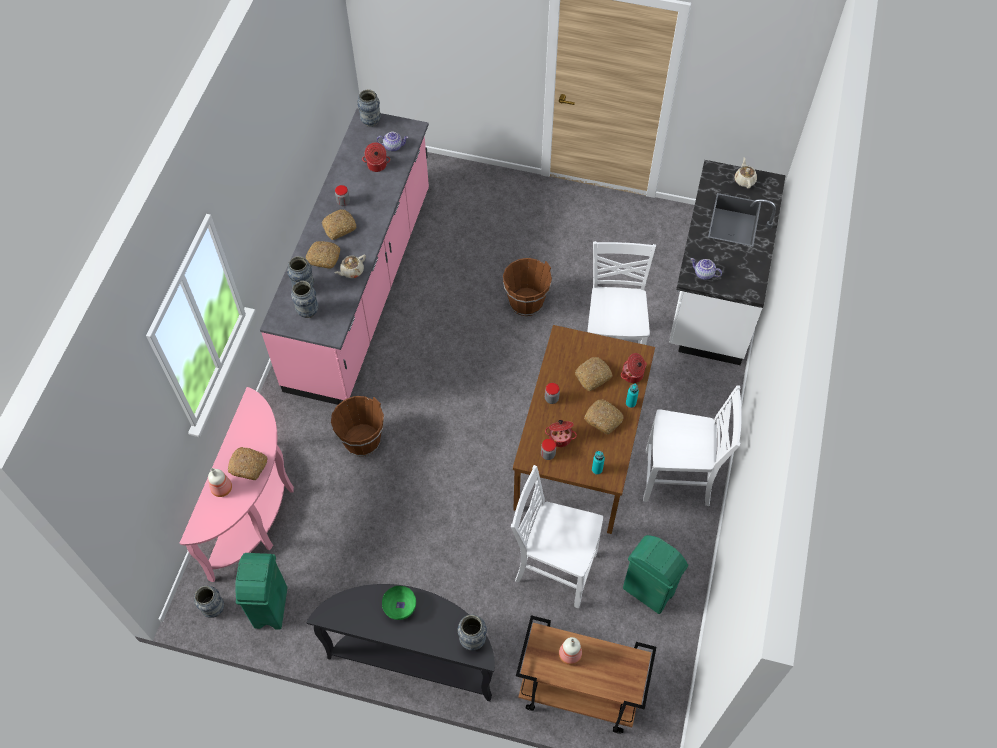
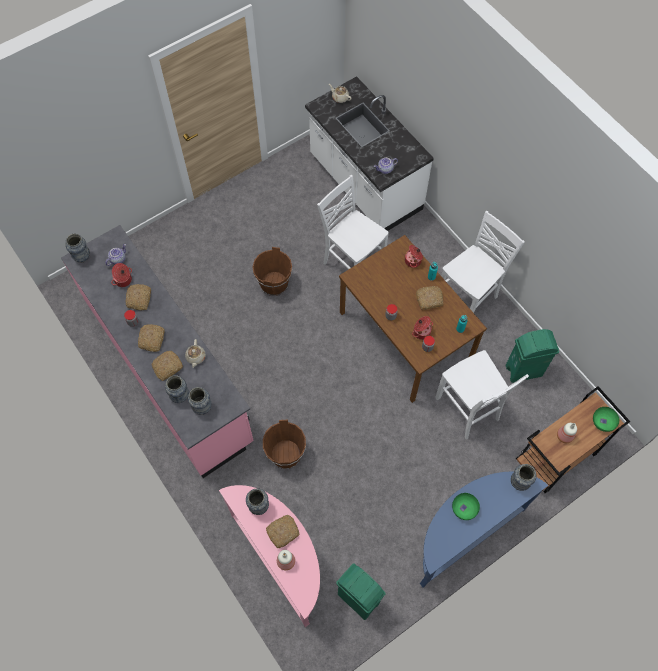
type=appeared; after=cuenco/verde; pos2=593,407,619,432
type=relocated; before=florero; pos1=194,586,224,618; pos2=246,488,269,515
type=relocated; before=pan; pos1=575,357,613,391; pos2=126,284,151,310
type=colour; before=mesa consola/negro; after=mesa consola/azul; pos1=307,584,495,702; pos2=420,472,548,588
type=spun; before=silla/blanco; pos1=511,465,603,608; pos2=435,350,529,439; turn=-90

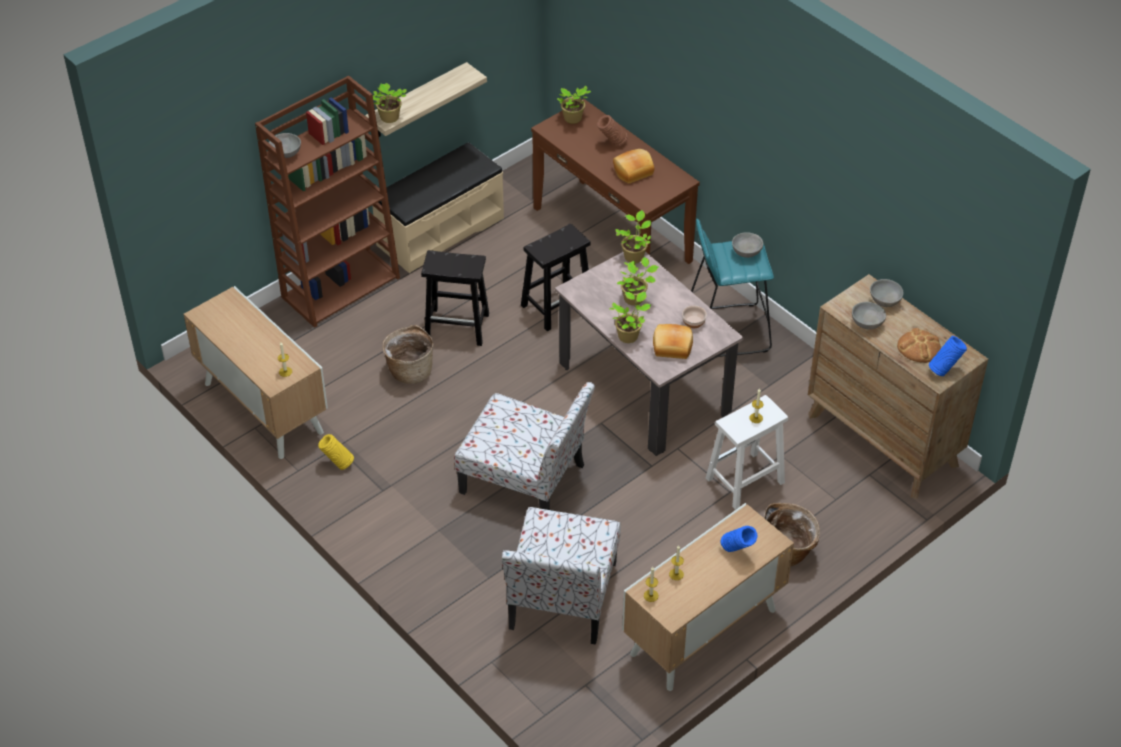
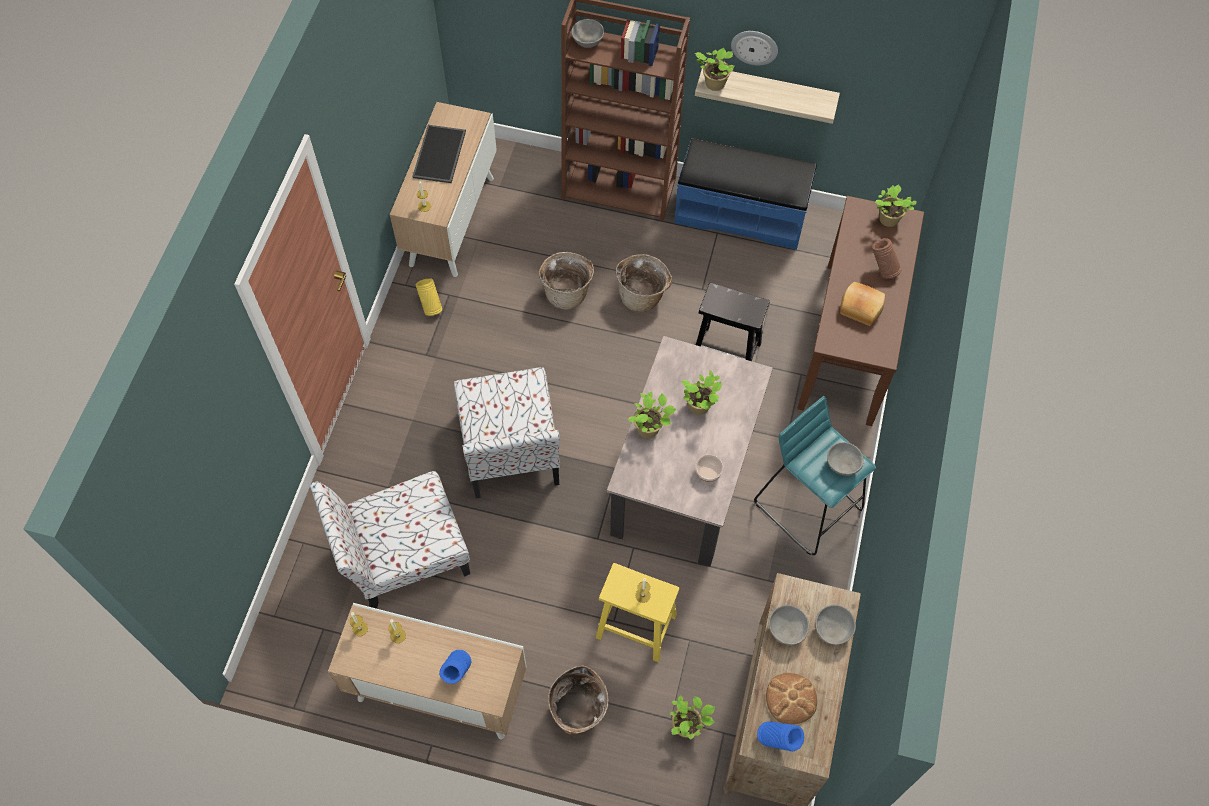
type=missing; before=pan; pos1=653,324,693,359
type=appeared; after=bandeja; pos2=412,125,466,183
type=appeared; after=reloj de pared; pos2=731,31,778,65
type=relocated; before=planta en maceta; pos1=615,210,651,263; pos2=670,695,715,740
type=exchanged; before=taburete/negro; after=cesta; pos1=421,250,489,346; pos2=615,254,672,312
type=colour; before=banco/beis; after=banco/azul; pos1=372,142,504,273; pos2=674,138,817,250
type=colour; before=taburete/blanco; after=taburete/amarillo; pos1=706,395,788,510; pos2=596,563,680,662

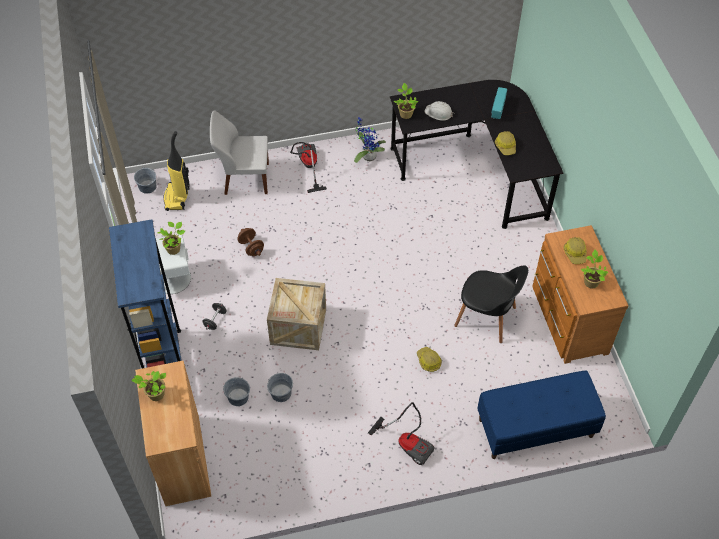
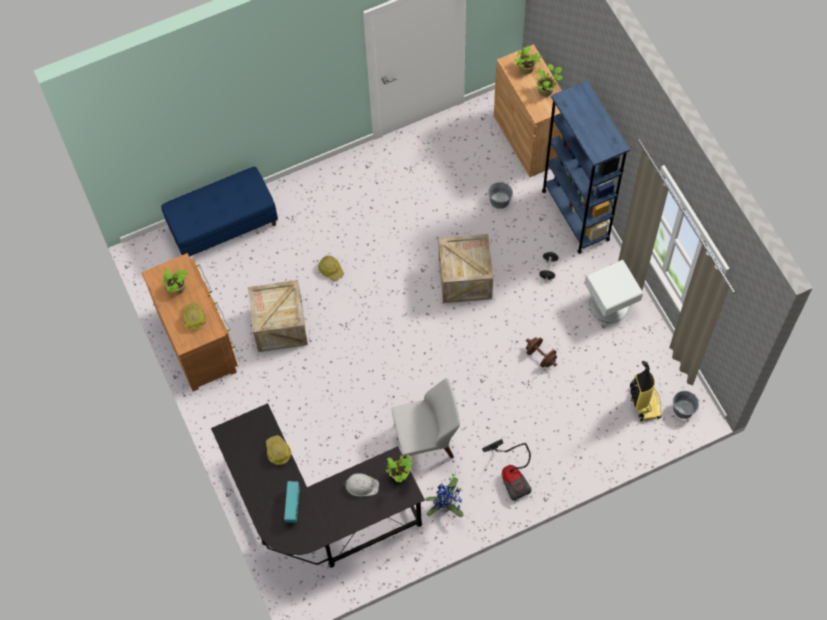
type=missing; before=cubo/gris; pos1=267,373,293,402
type=missing; before=aspiradora; pos1=368,402,434,465
type=relocated; before=planta en maceta; pos1=158,222,185,255; pos2=514,46,541,74
type=relocated; before=silla/blanco; pos1=210,110,269,195; pos2=392,378,460,459
type=exchanged; before=silla/negro; after=caja de embalaje; pos1=454,266,528,343; pos2=248,280,308,352

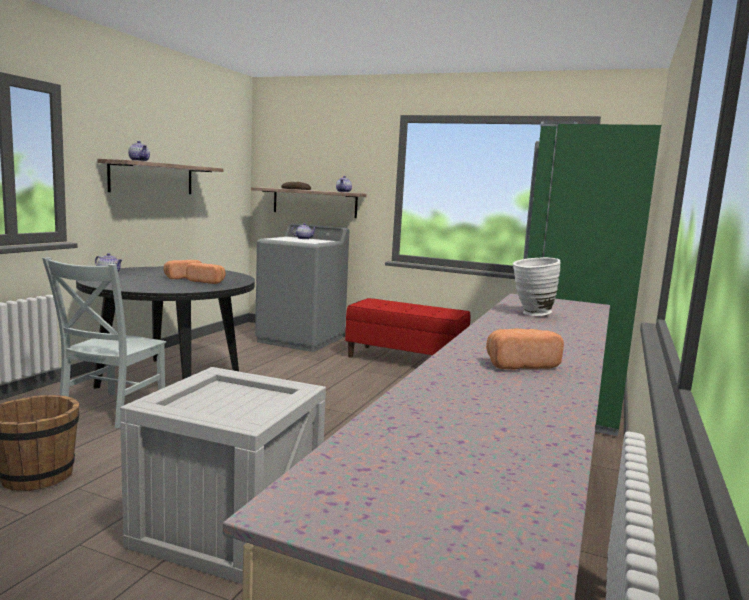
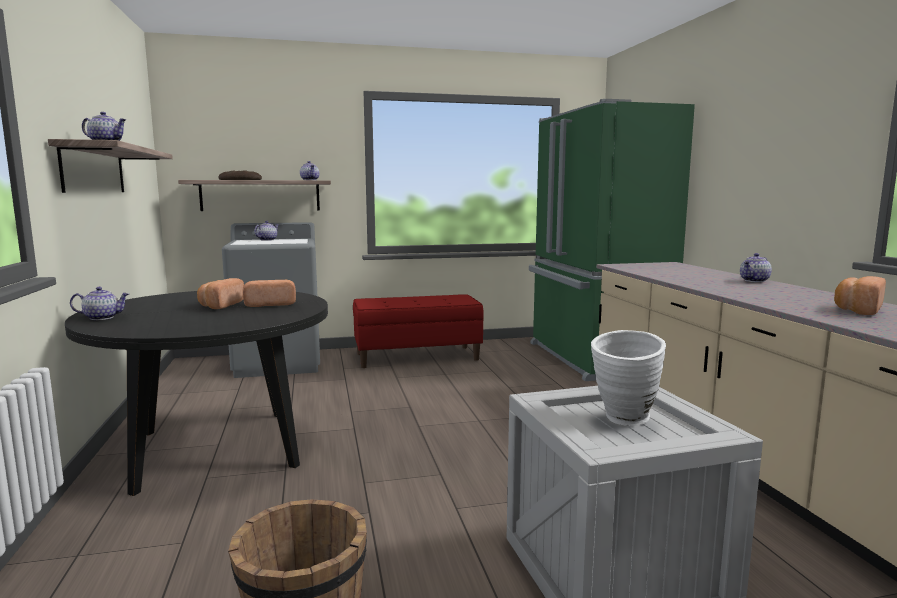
type=missing; before=silla/gris; pos1=42,257,166,428
type=appeared; after=tetera; pos2=740,253,772,282
type=relocated; before=florero/blanco; pos1=513,257,560,316; pos2=591,330,666,426

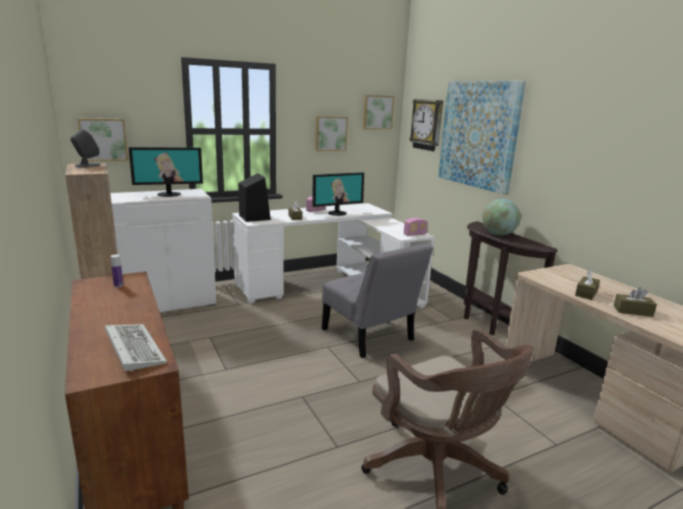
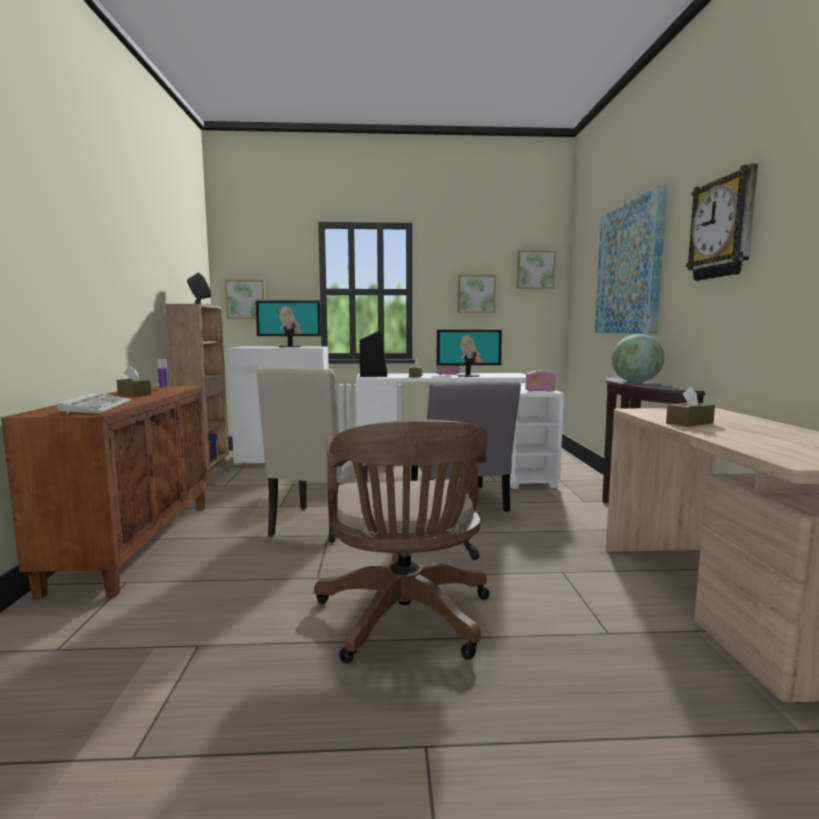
type=appeared; after=silla/beis; pos2=256,367,368,543
type=relocated; before=reloj de pared; pos1=409,99,443,151; pos2=686,164,758,281
type=relocated; before=caja de pañuelos/marrón; pos1=614,287,657,317; pos2=117,366,152,397

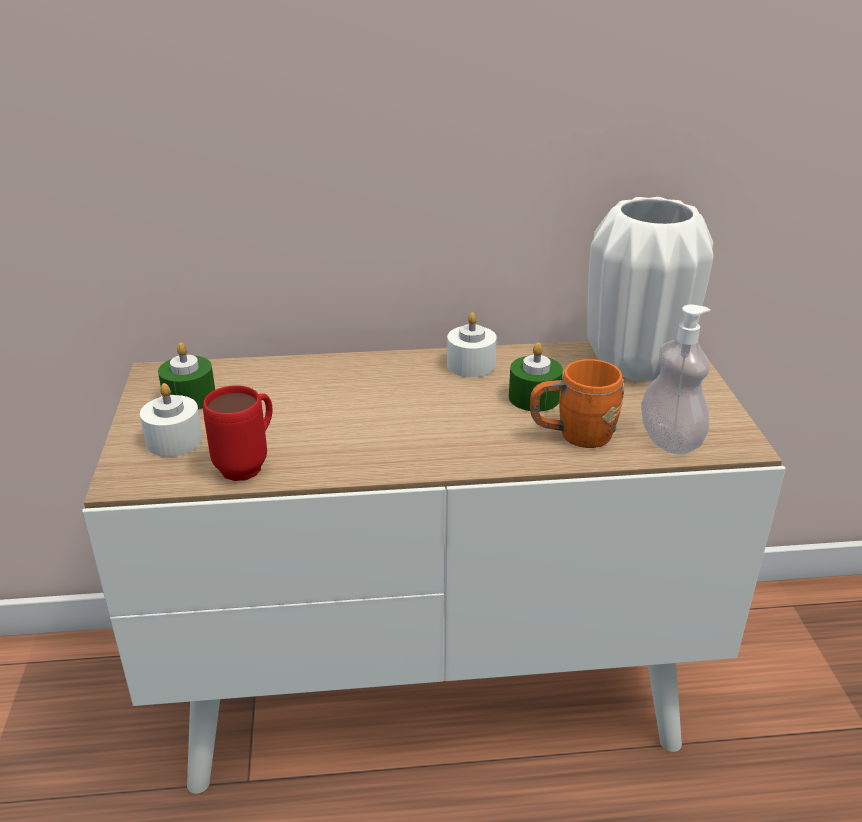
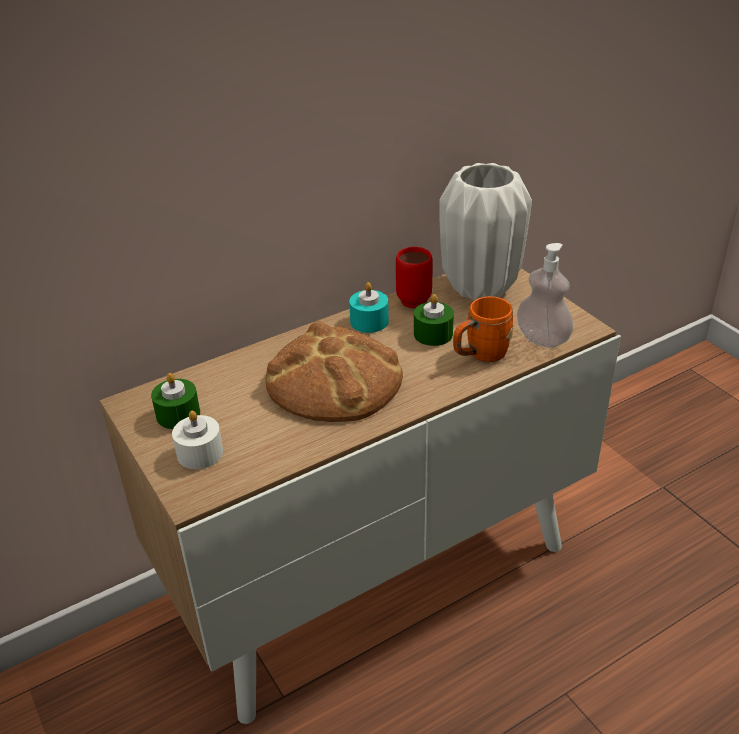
type=appeared; after=pan; pos2=266,321,403,422
type=relocated; before=taza grande/rojo; pos1=203,385,273,481; pos2=396,247,433,308
type=colour; before=vela/blanco; after=vela/turquesa; pos1=447,312,497,377; pos2=349,282,389,333

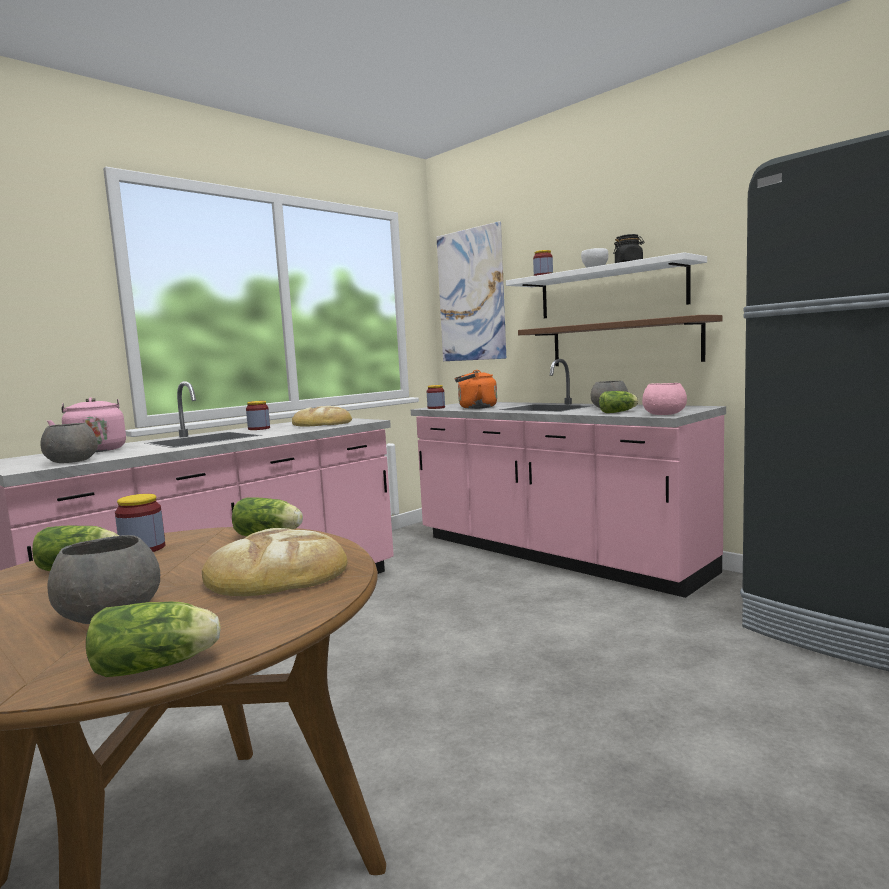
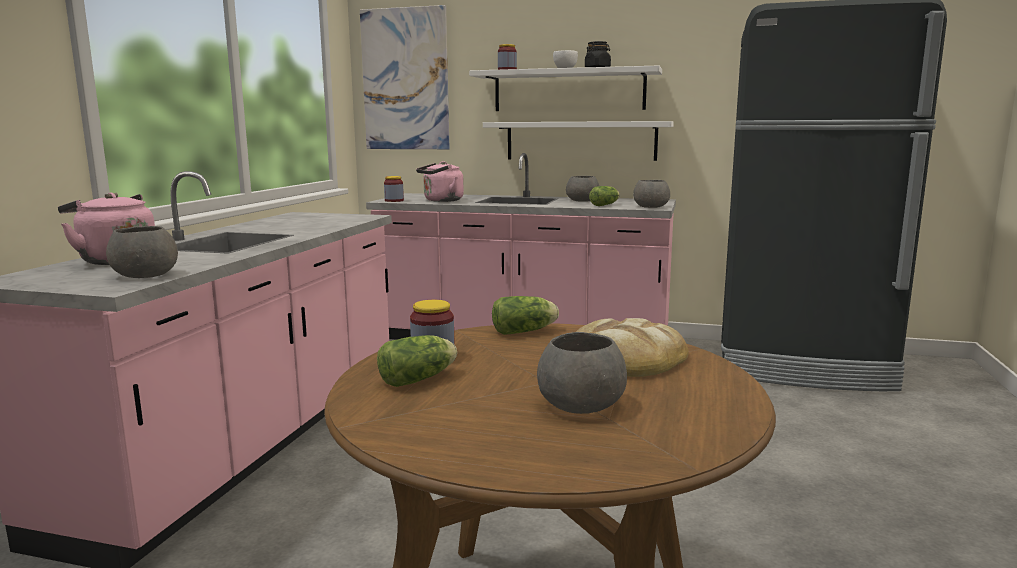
type=missing; before=lechuga; pos1=86,602,221,677
type=missing; before=tarro; pos1=246,401,270,430
type=missing; before=pan; pos1=292,406,352,426
type=colour; before=hervidor/naranja; after=hervidor/rosa; pos1=455,370,497,409; pos2=416,161,464,202
type=colour; before=estante/marrón; after=estante/blanco; pos1=518,315,723,366; pos2=483,121,674,161
type=colour; before=cuenco/rosa; after=cuenco/gris; pos1=642,383,687,415; pos2=633,180,670,208

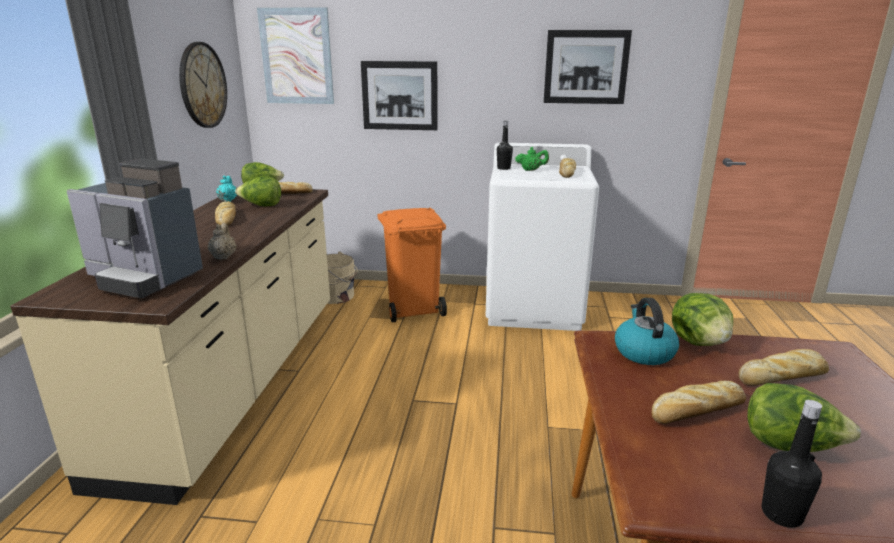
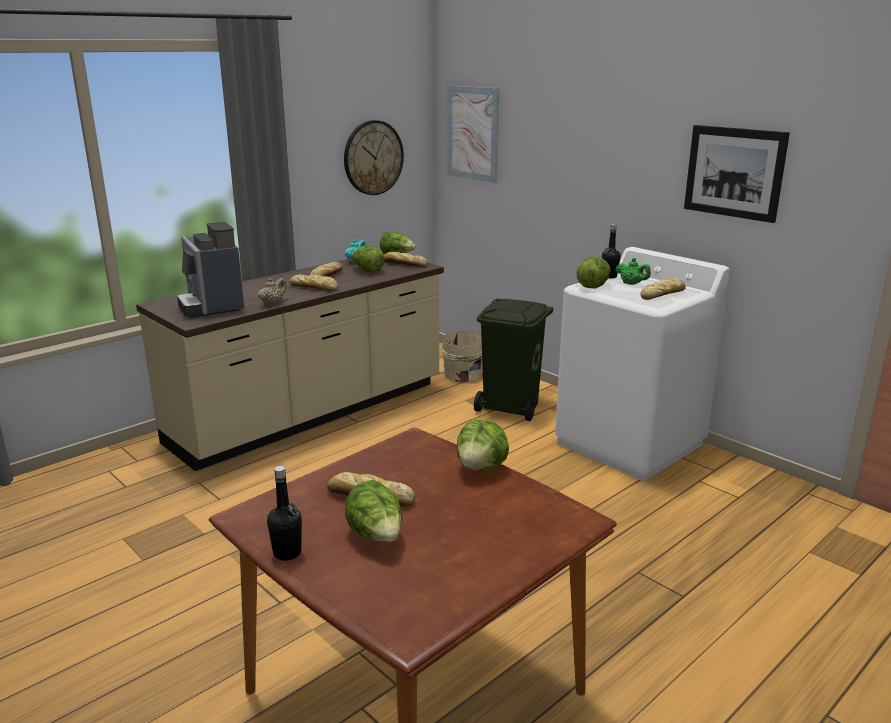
type=missing; before=cuadro; pos1=361,61,438,130
type=missing; before=hervidor; pos1=615,298,679,365
type=appeared; after=lechuga; pos2=576,256,611,288
type=relocated; before=pan; pos1=739,349,829,386; pos2=290,274,338,291
type=colour; before=papelera/naranja; after=papelera/verde; pos1=378,208,447,323; pos2=474,298,553,421

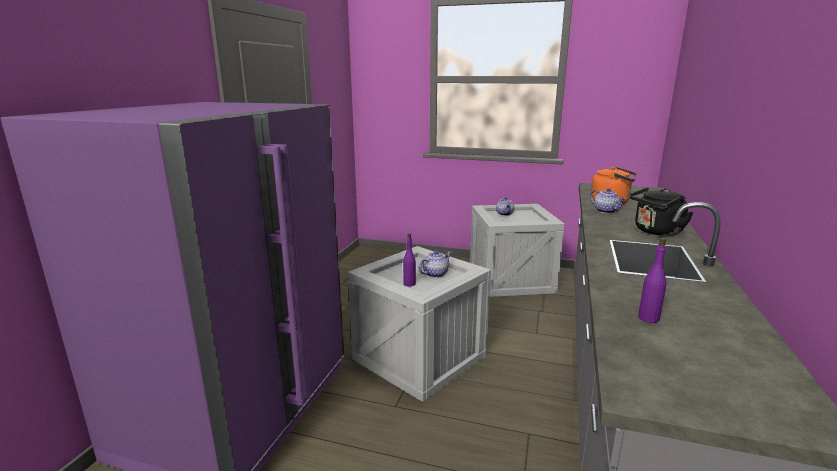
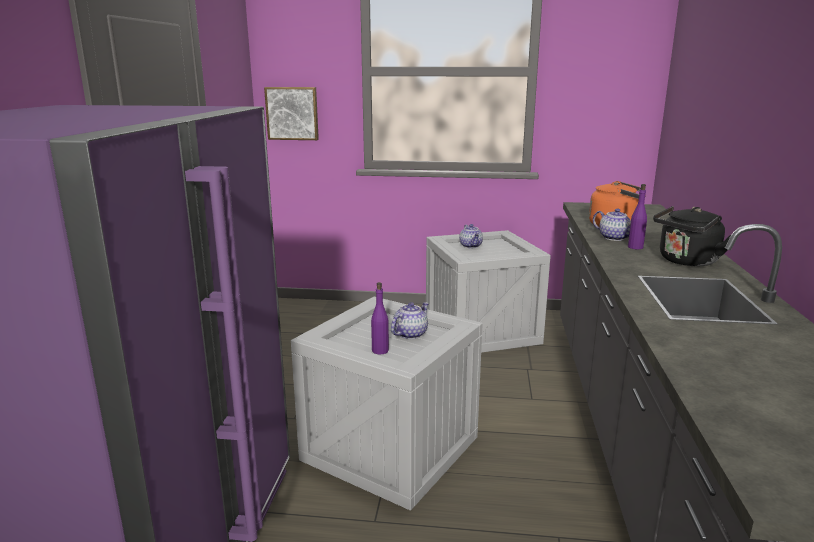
type=appeared; after=cuadro; pos2=264,87,319,140
type=relocated; before=botella/morado; pos1=638,238,666,323; pos2=628,184,647,249

